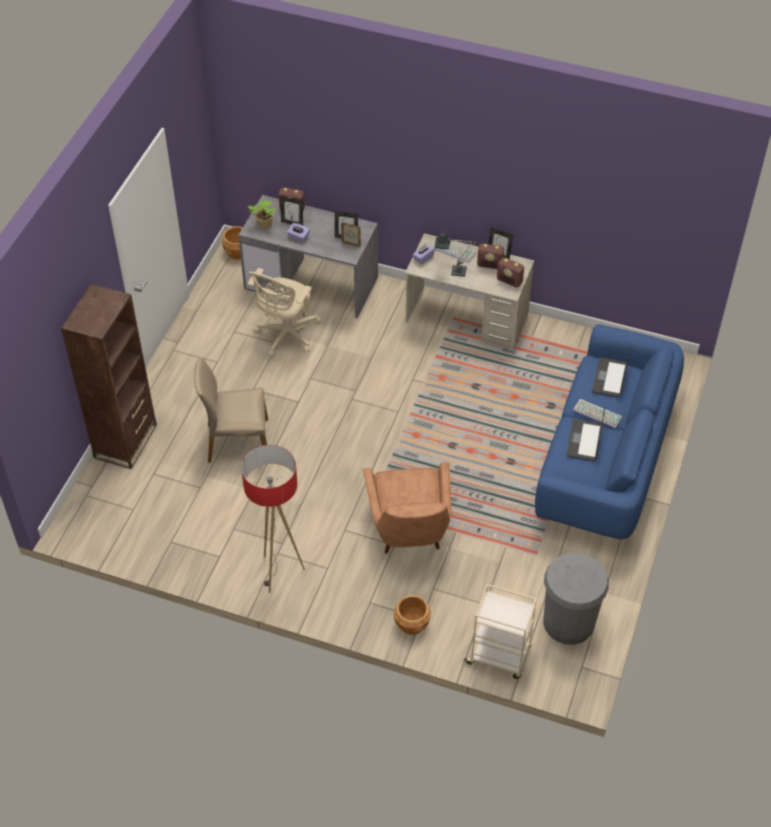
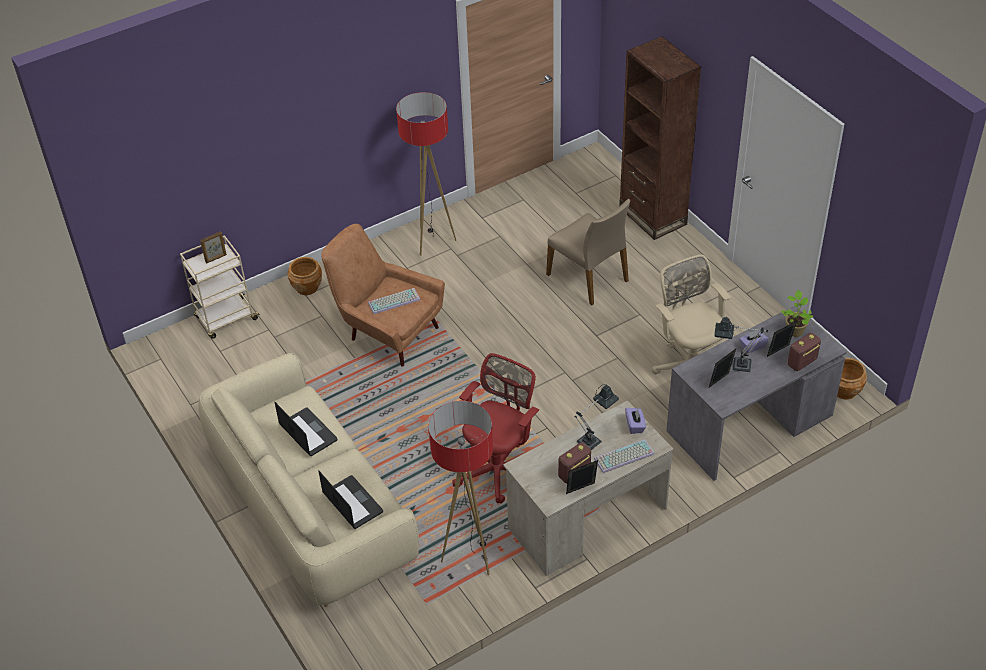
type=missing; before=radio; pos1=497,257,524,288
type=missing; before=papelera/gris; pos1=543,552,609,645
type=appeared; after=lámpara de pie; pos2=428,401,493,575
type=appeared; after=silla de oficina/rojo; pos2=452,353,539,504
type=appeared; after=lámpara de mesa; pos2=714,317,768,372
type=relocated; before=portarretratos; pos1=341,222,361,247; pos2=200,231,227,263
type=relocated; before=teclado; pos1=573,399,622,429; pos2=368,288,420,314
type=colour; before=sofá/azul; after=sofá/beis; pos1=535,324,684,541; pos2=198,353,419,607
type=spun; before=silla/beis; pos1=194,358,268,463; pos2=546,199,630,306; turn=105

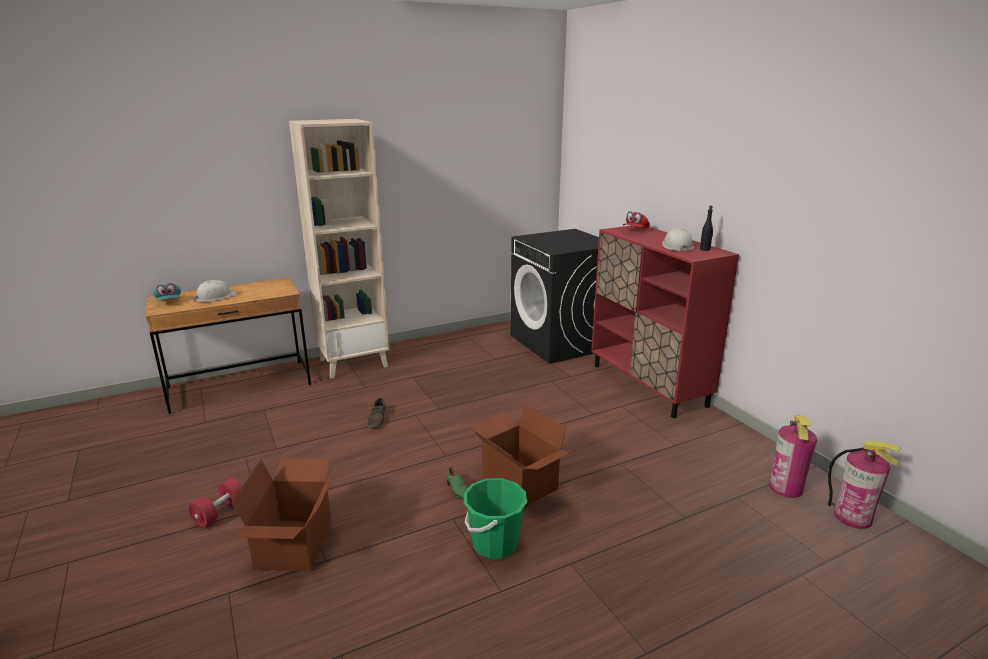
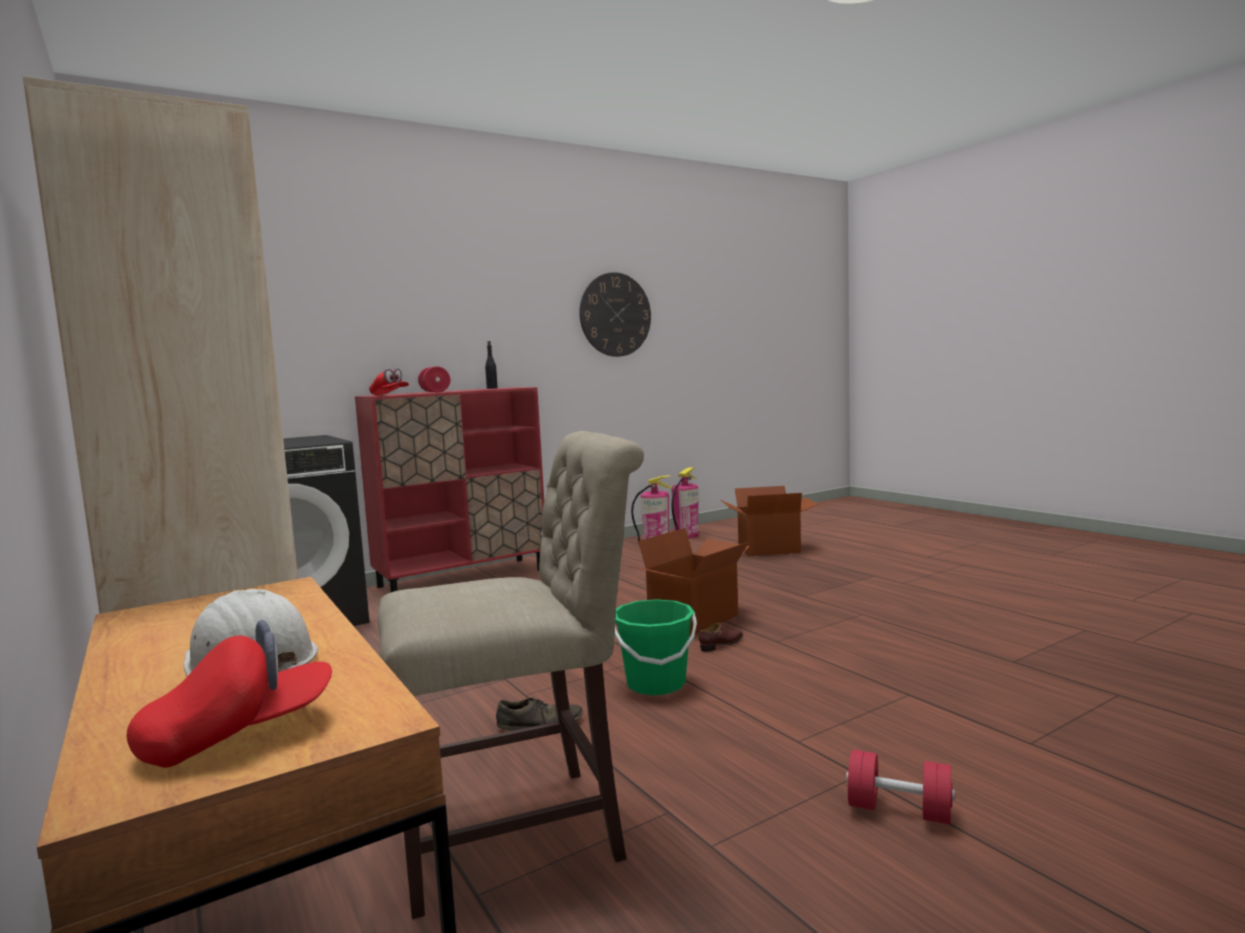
type=missing; before=casco/blanco; pos1=662,228,694,252
type=appeared; after=silla/beis; pos2=378,431,644,919
type=appeared; after=mancuerna/rojo; pos2=418,366,450,392
type=appeared; after=reloj de pared; pos2=579,272,651,357
type=relocated; before=caja de cartón; pos1=231,458,339,571; pos2=721,486,819,556
type=relocated; before=cubo/verde; pos1=464,478,527,559; pos2=615,599,697,695
type=colour; before=gorra/turquesa; after=gorra/rojo; pos1=153,283,181,301; pos2=126,620,332,768
type=colour; before=zapato/verde; after=zapato/marrón; pos1=447,467,468,500; pos2=699,623,743,652

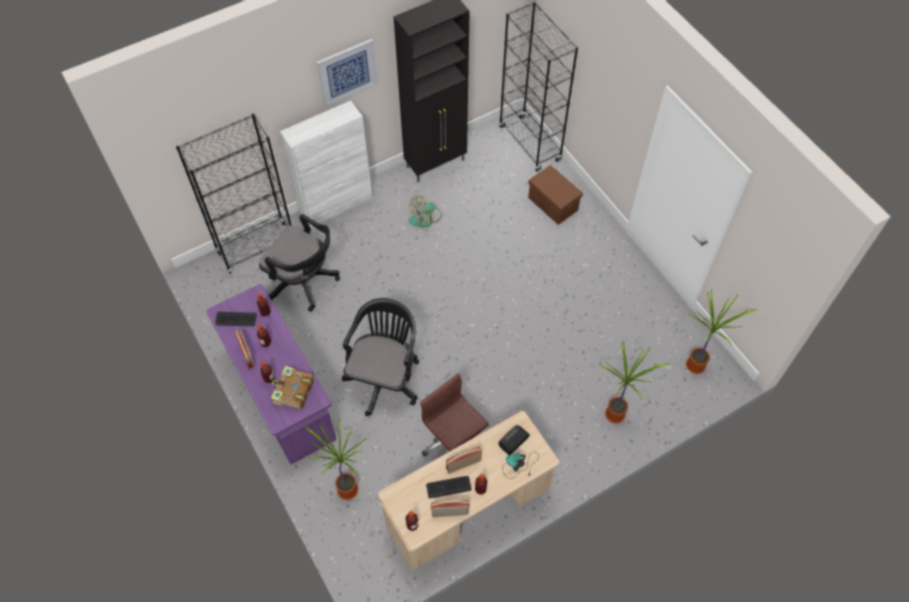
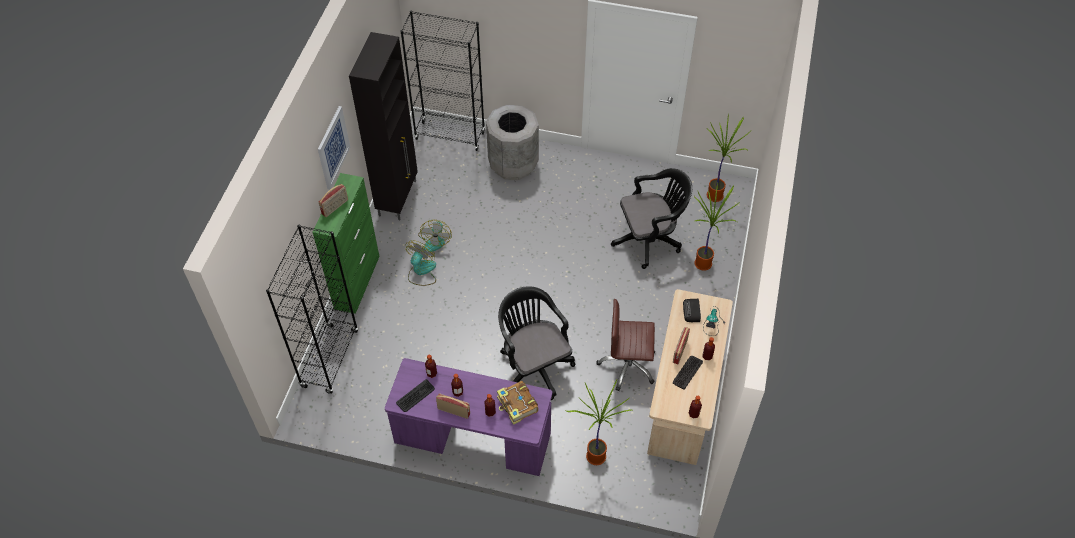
type=appeared; after=ventilador; pos2=406,240,436,286
type=relocated; before=silla de oficina/negro; pos1=259,214,340,312; pos2=611,168,692,269
type=relocated; before=radio; pos1=431,500,470,517; pos2=319,184,348,217
type=exchanged; before=caja de almacenaje/marrón; after=papelera/gris; pos1=528,165,583,225; pos2=486,105,539,180
type=colour; before=armario/blanco; after=armario/verde; pos1=280,101,373,228; pos2=313,173,380,314

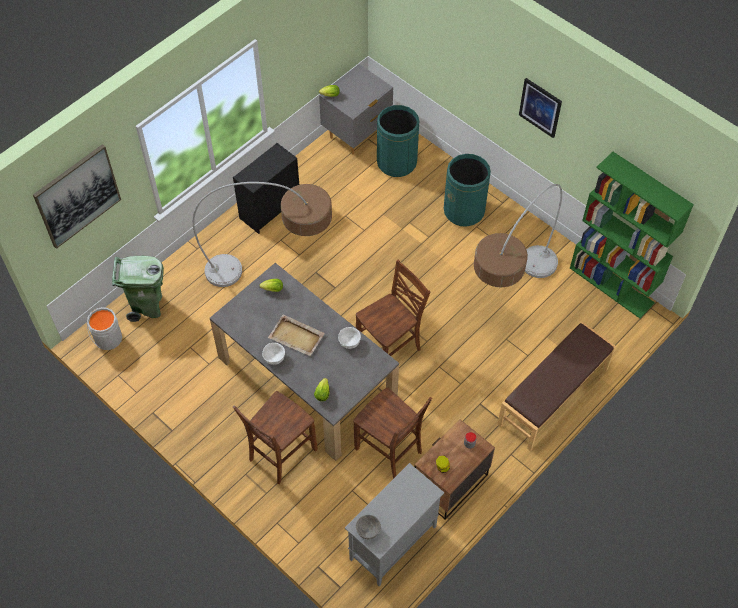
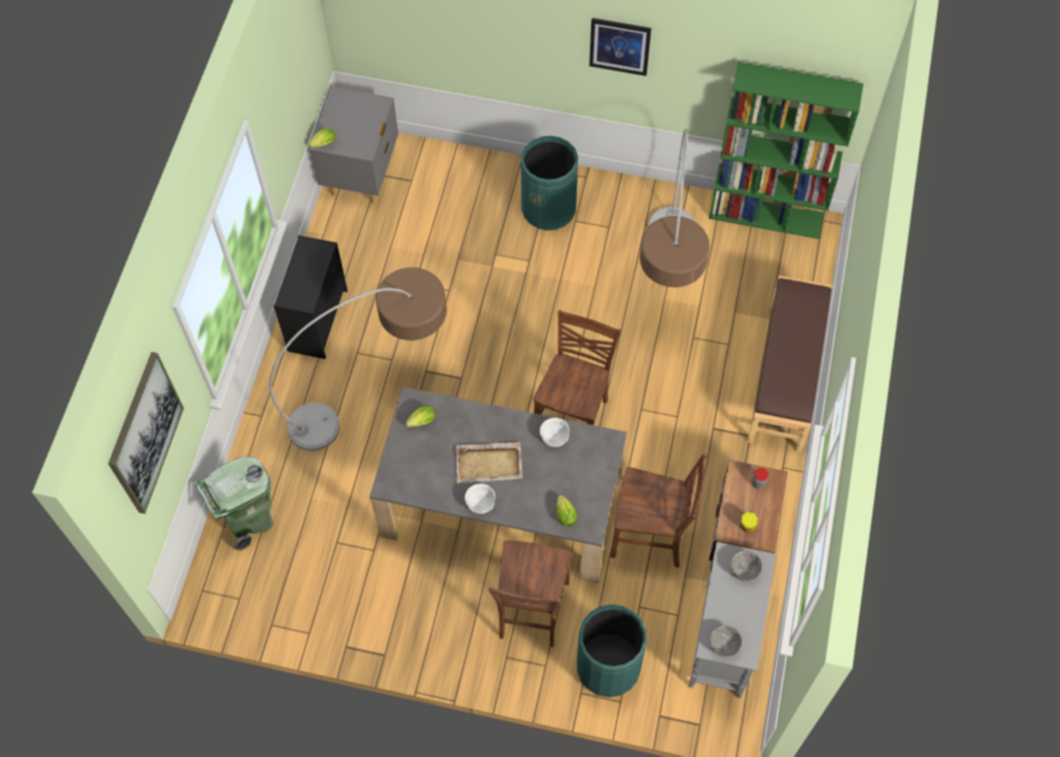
type=missing; before=cubo/gris; pos1=87,307,122,350
type=appeared; after=cuenco/gris; pos2=730,550,762,582
type=relocated; before=papelera/verde; pos1=377,105,419,177; pos2=577,604,647,697

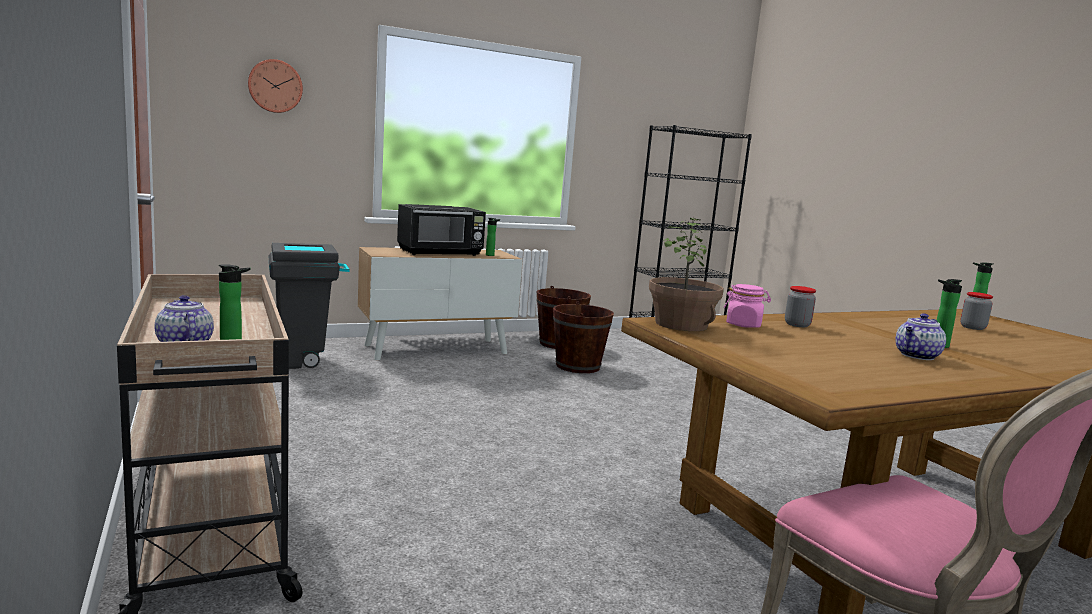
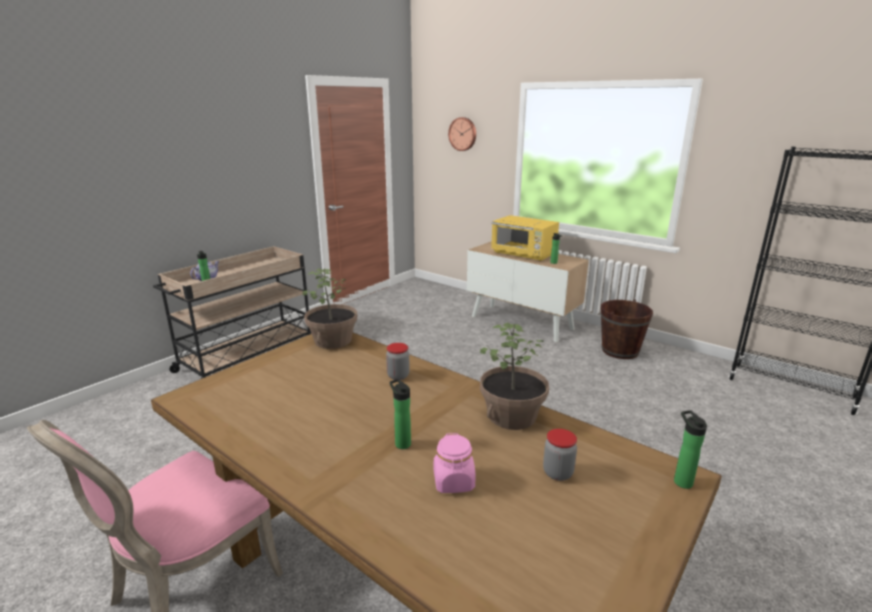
type=missing; before=papelera/gris; pos1=269,243,350,369
type=missing; before=cubo/marrón; pos1=553,301,614,373
type=missing; before=tetera; pos1=896,313,946,360
type=appeared; after=planta en maceta; pos2=480,323,549,430
type=relocated; before=tarro/rosa; pos1=724,284,771,328; pos2=434,433,476,493
type=colour; before=microondas/negro; after=microondas/amarillo; pos1=397,204,486,256; pos2=491,215,559,261

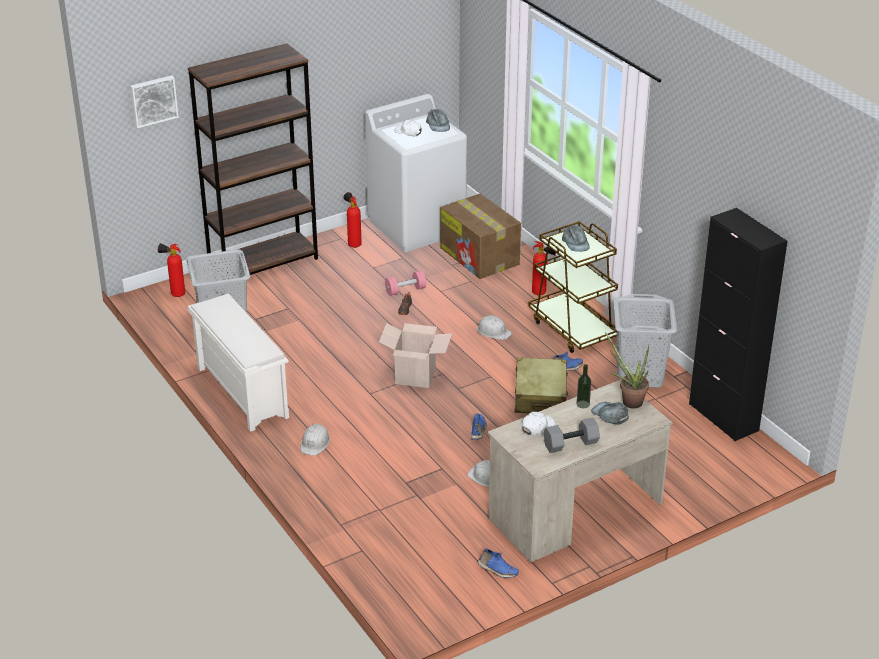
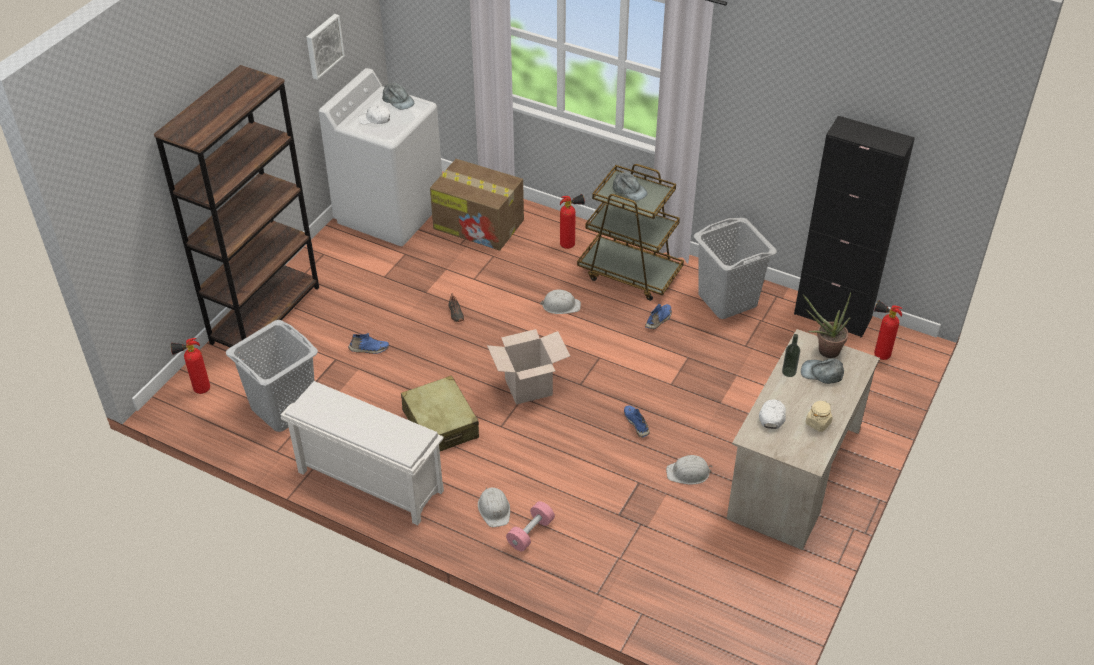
type=relocated; before=cuadro; pos1=130,75,179,128; pos2=306,14,345,80
type=relocated; before=extintor; pos1=343,192,362,248; pos2=874,301,902,360
type=relocated; before=mancuerna/rosa; pos1=385,271,426,296; pos2=506,501,555,551
type=relocated; before=zapato/azul; pos1=477,548,519,578; pos2=348,333,389,354
type=relocated; before=maleta/beis; pos1=515,357,569,413; pos2=401,375,479,451
type=exchanged; before=mancuerna/gris; after=tarro/beis; pos1=543,418,600,453; pos2=806,401,832,432

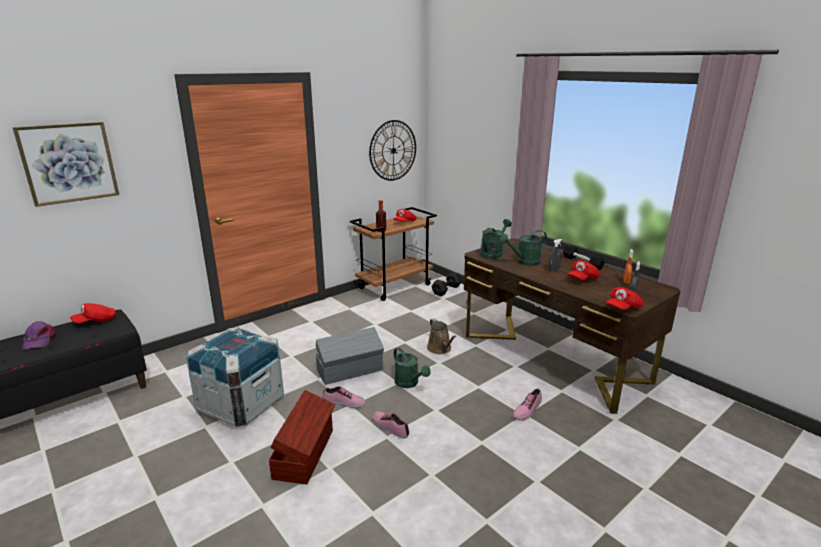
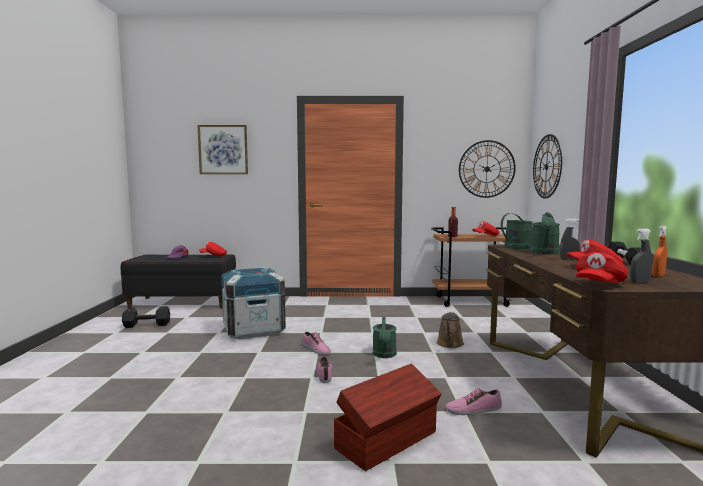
type=missing; before=caja de almacenaje/gris; pos1=316,327,384,385
type=appeared; after=reloj de pared; pos2=533,134,562,199
type=relocated; before=caja de almacenaje/marrón; pos1=269,390,335,484; pos2=334,364,442,471
type=relocated; before=mancuerna/negro; pos1=431,272,462,296; pos2=122,306,170,328
type=spun; before=regadera/verde; pos1=499,230,547,266; pos2=530,215,560,255; turn=-90
type=spun; before=gorra/rojo; pos1=606,287,643,310; pos2=576,252,628,283; turn=-45

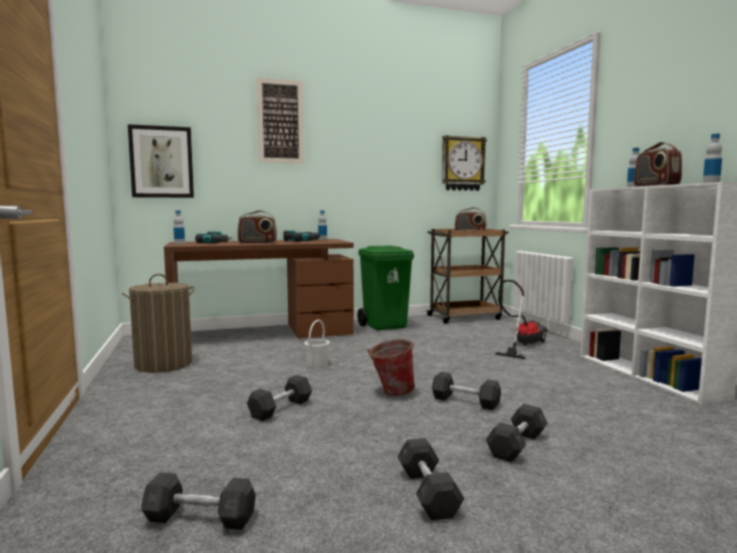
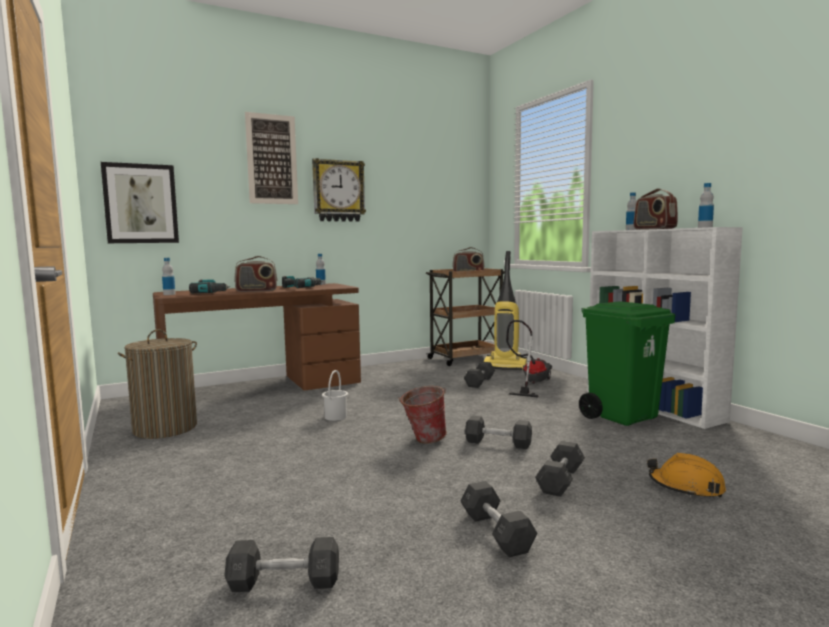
type=appeared; after=aspiradora; pos2=484,251,527,371
type=appeared; after=casco/naranja; pos2=647,453,726,498
type=relocated; before=mancuerna/gris; pos1=247,375,312,421; pos2=464,362,495,388
type=relocated; before=papelera/verde; pos1=357,245,414,330; pos2=579,301,675,426
type=relocated; before=reloj de pared; pos1=442,135,487,191; pos2=312,158,366,222

